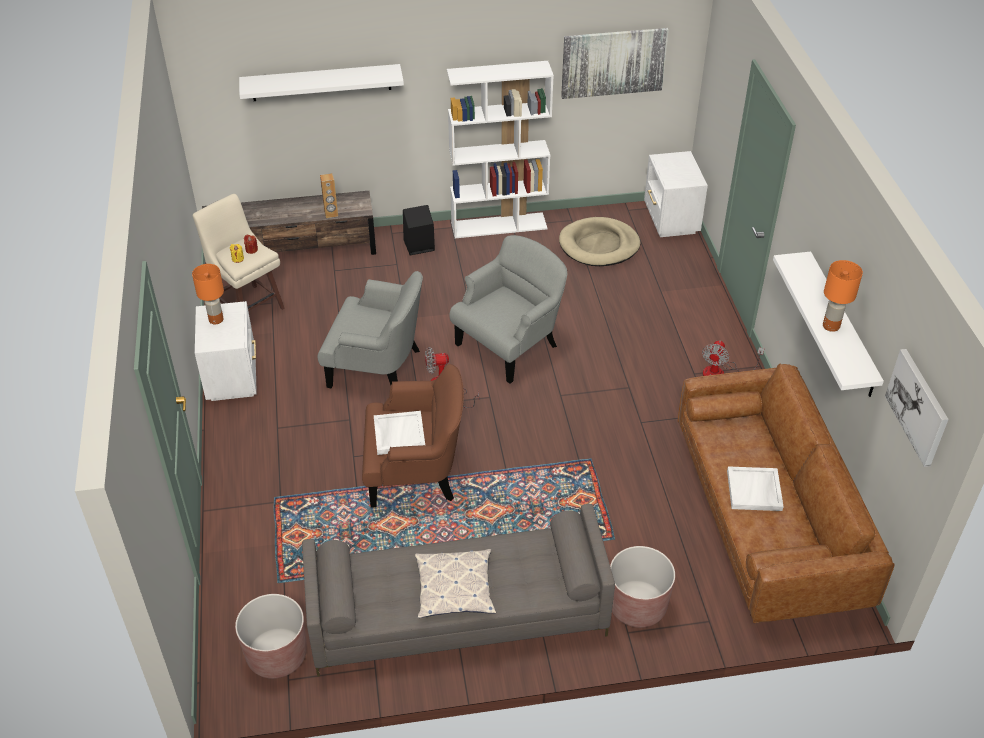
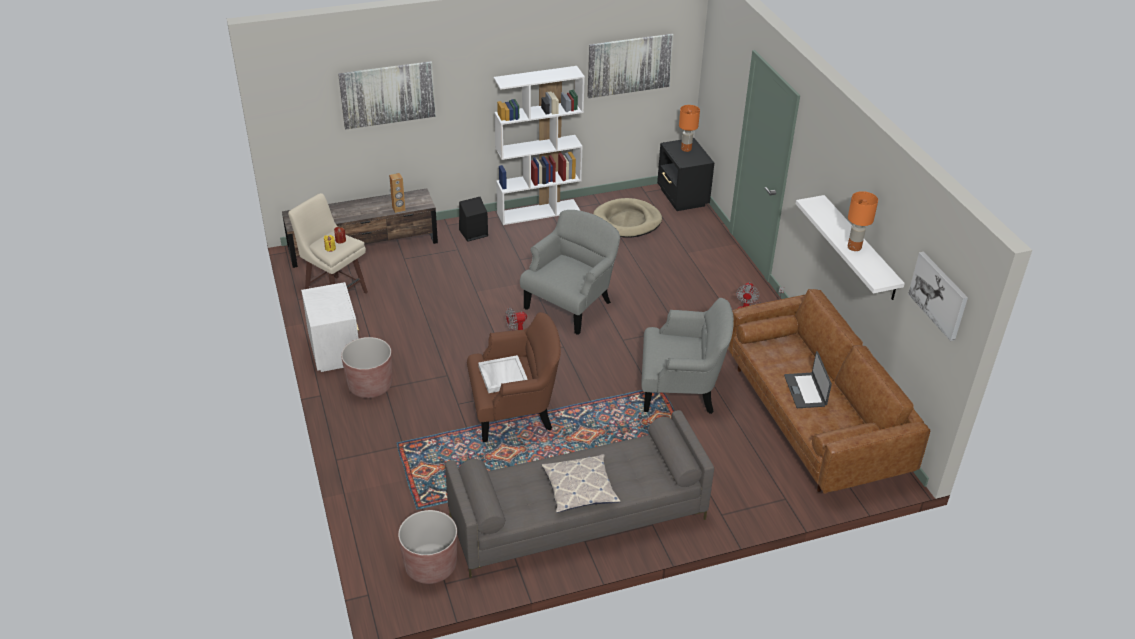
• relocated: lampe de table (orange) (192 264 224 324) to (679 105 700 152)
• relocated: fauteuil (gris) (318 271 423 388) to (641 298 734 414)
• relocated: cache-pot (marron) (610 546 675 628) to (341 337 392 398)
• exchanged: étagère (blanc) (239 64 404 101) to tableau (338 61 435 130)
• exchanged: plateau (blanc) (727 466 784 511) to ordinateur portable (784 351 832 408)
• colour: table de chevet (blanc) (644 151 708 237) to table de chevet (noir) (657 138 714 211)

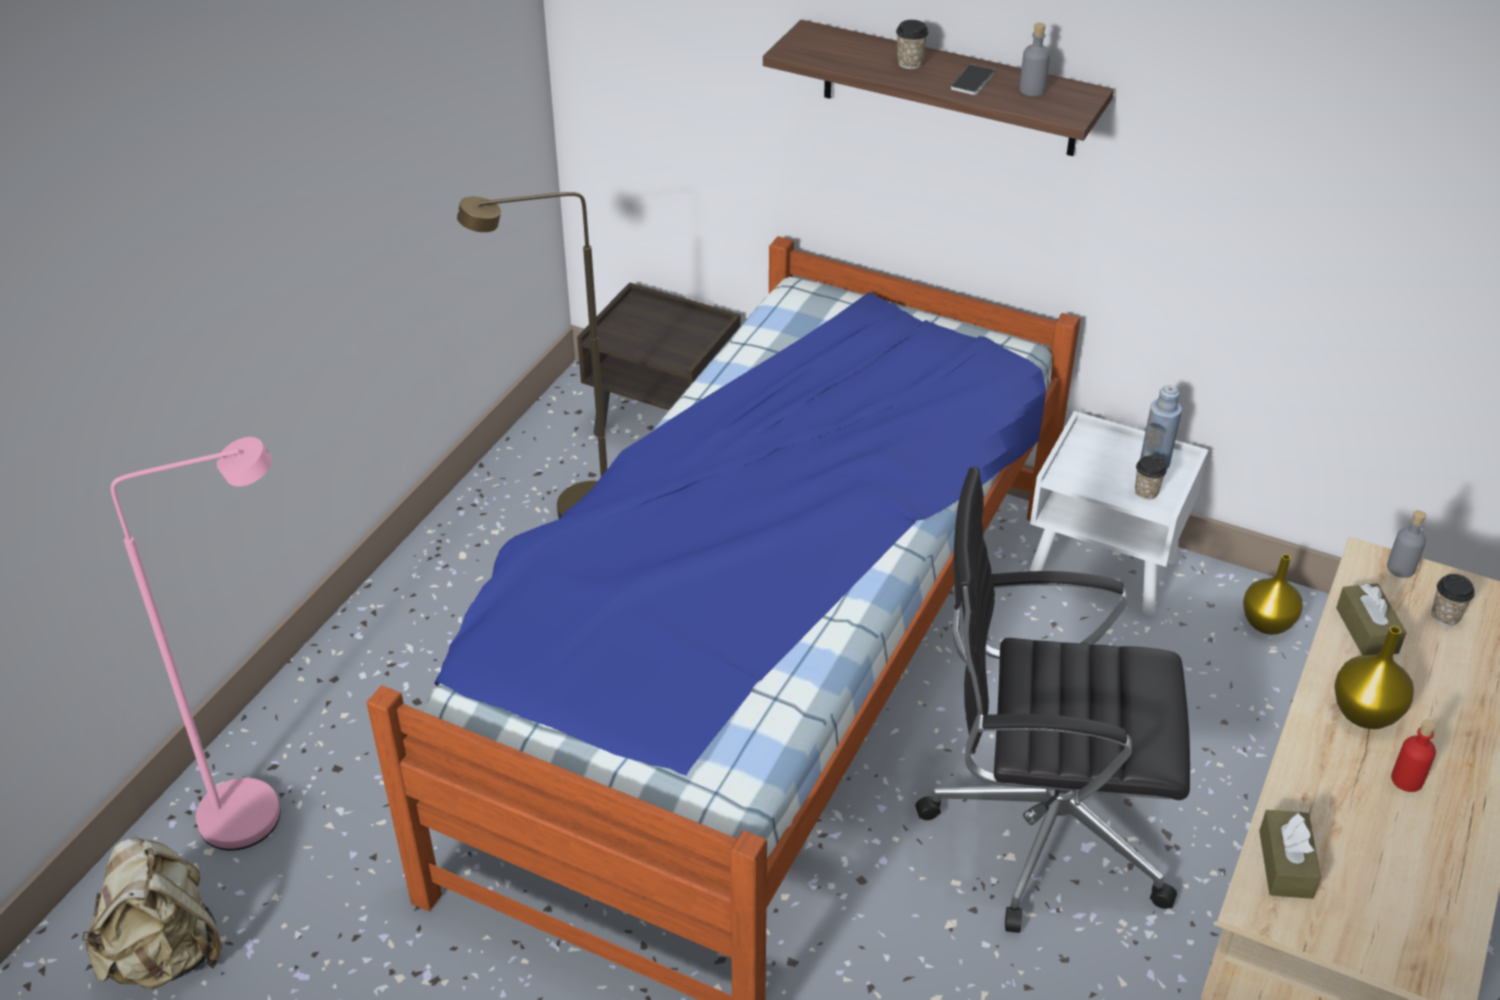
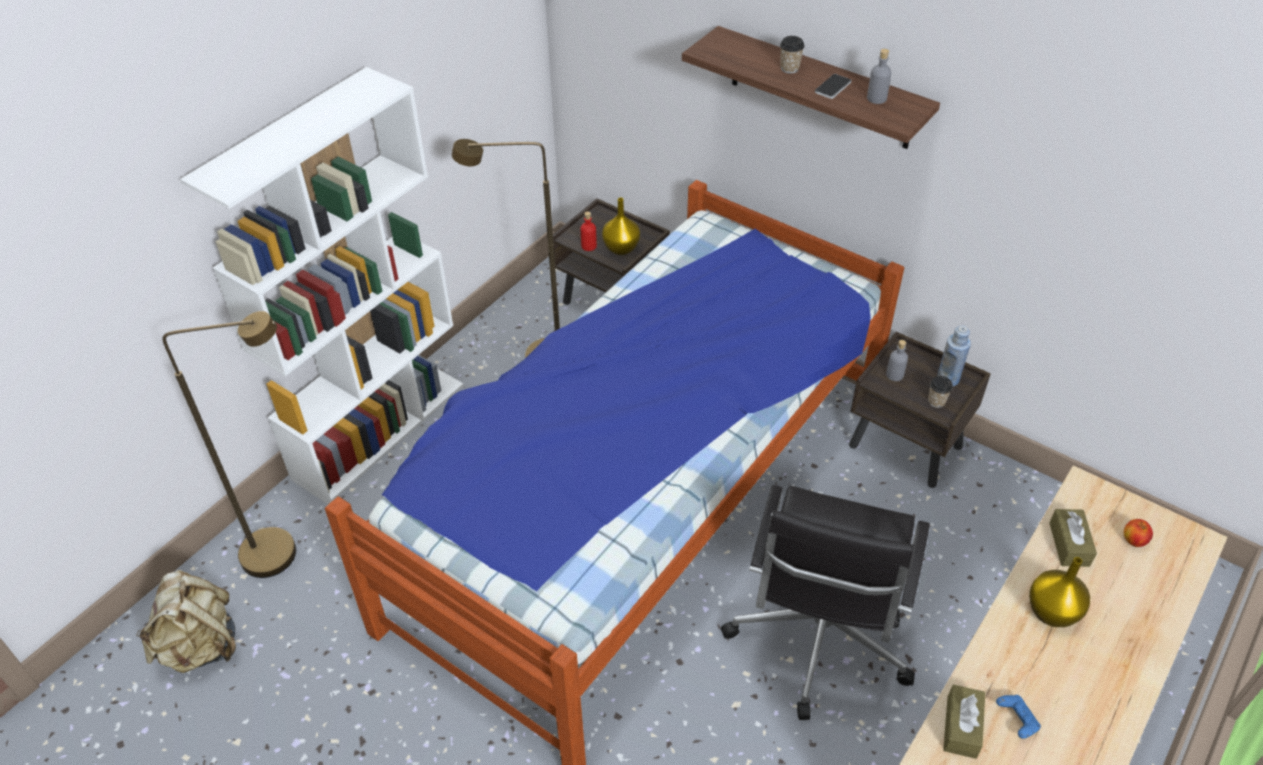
• appeared: bibliothèque (blanc) (180 67 464 504)
• appeared: manette (bleu) (996 695 1041 739)
• relocated: vase (jaune) (1243 554 1303 635) to (602 198 640 255)
• relocated: bouteille (gris) (1387 510 1426 578) to (886 340 908 381)
• relocated: bouteille (rouge) (1391 720 1436 792) to (580 212 597 251)
• exchanged: tasse (1432 574 1475 626) to pomme (1124 519 1153 547)
• colour: lampadaire (rose) (111 437 281 851) to lampadaire (marron) (162 311 296 578)
• colour: table de chevet (blanc) (1029 411 1208 616) to table de chevet (marron) (849 331 991 488)
• spun: chaise de bureau (noir) (915 467 1190 933) = (721 485 930 720) 90 degrees counterclockwise

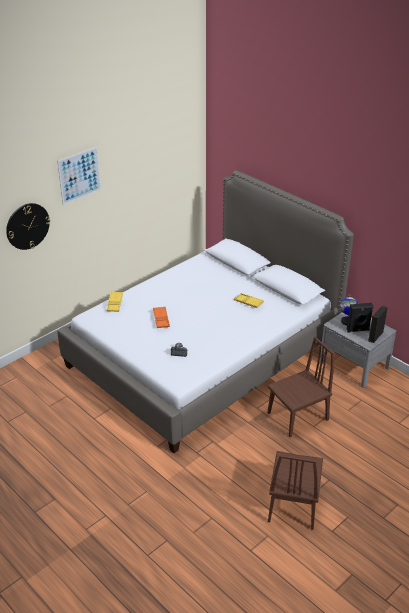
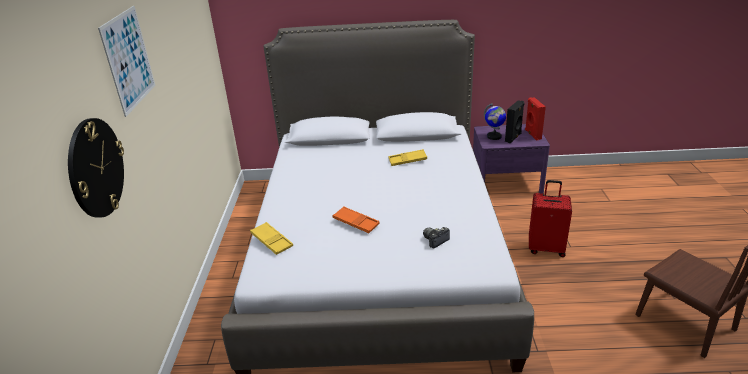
• exchanged: chaise (marron) (267 337 334 437) to valise (rouge) (529 180 572 257)
• colour: table de chevet (gris) (320 312 396 388) to table de chevet (violet) (473 124 550 194)
• colour: enceinte (noir) (368 305 388 343) to enceinte (rouge) (525 97 546 140)

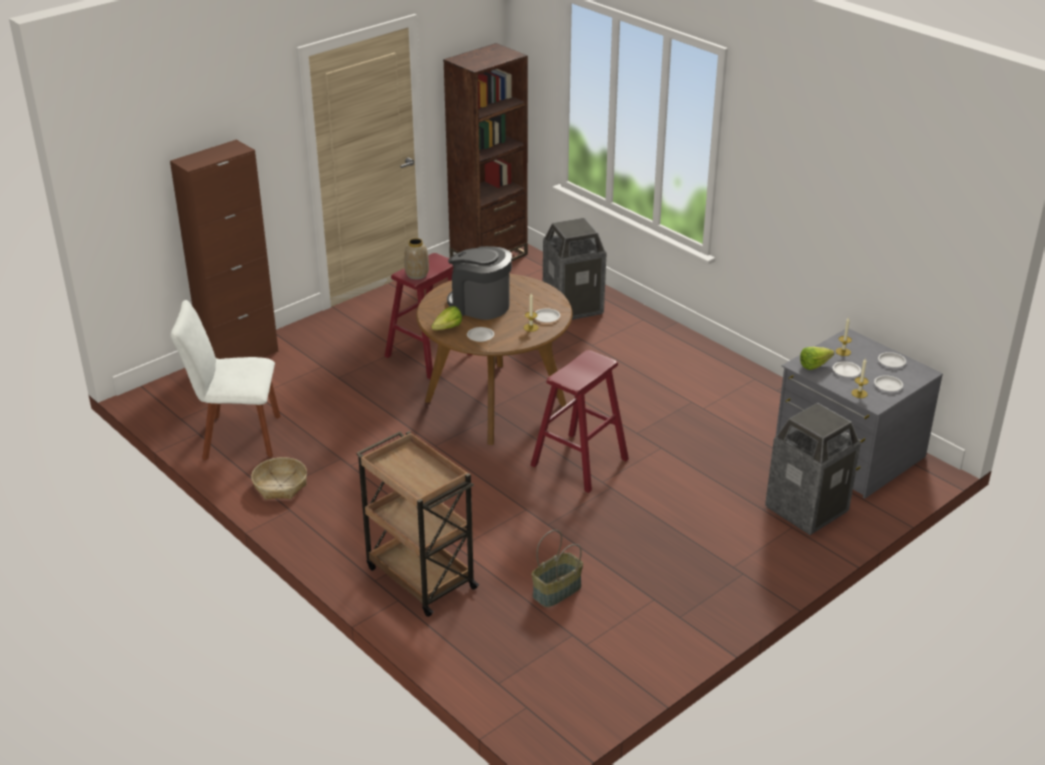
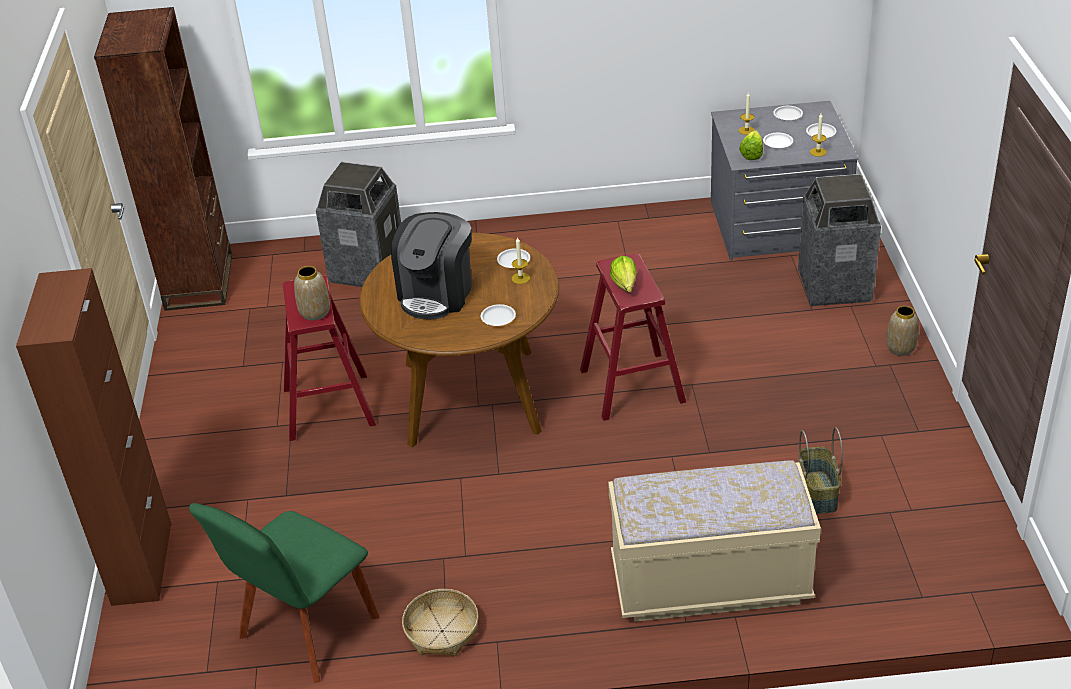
• appeared: vase (886 306 919 356)
• relocated: laitue (431 306 462 330) to (610 256 637 292)
• exchanged: chariot (marron) (356 431 479 617) to banc (beige) (608 460 821 622)
• colour: chaise (blanc) (170 300 281 460) to chaise (vert) (189 503 379 683)
• spun: machine à café (447 246 512 320) = (391 212 472 319) 45 degrees counterclockwise

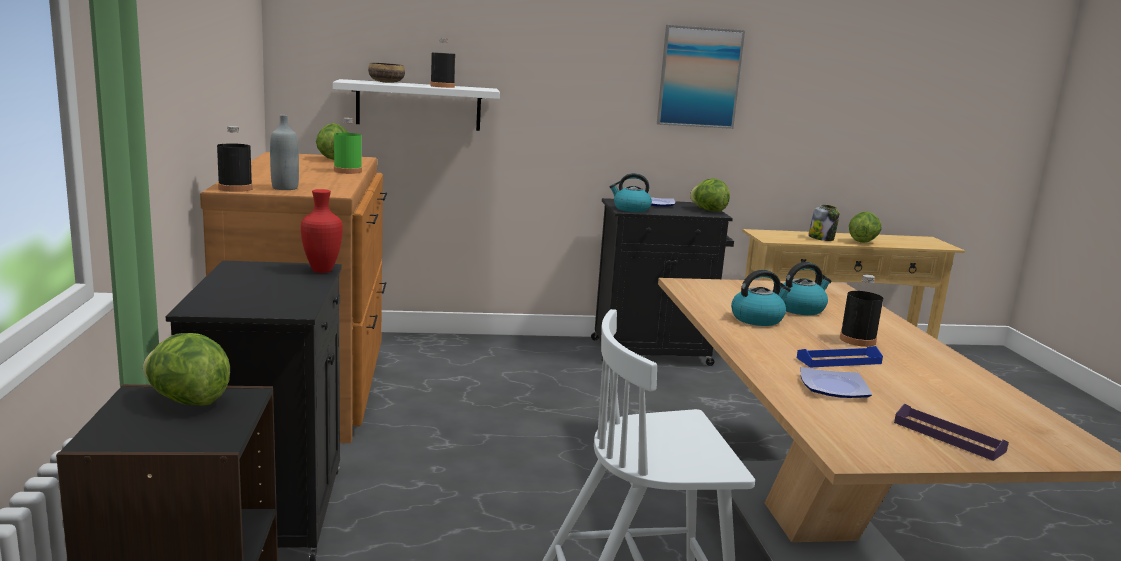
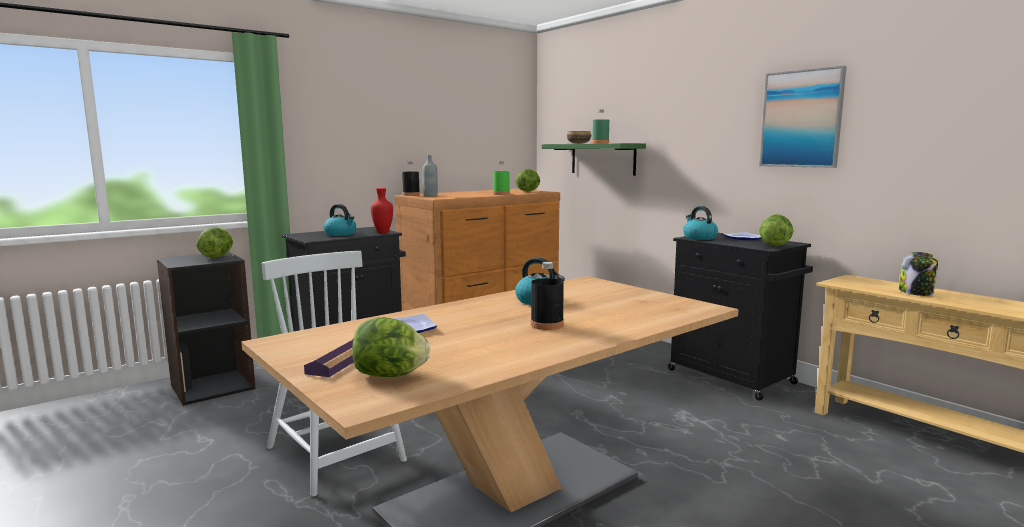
• missing: plateau (bleu) (797 346 883 368)
• relocated: bouilloire (783 262 832 315) to (323 204 356 236)
• relocated: laitue (849 211 882 243) to (352 317 430 377)
• colour: étagère (blanc) (333 79 500 131) to étagère (vert) (542 143 646 176)
• colour: bouteille (noir) (430 38 455 88) to bouteille (vert) (592 110 609 143)

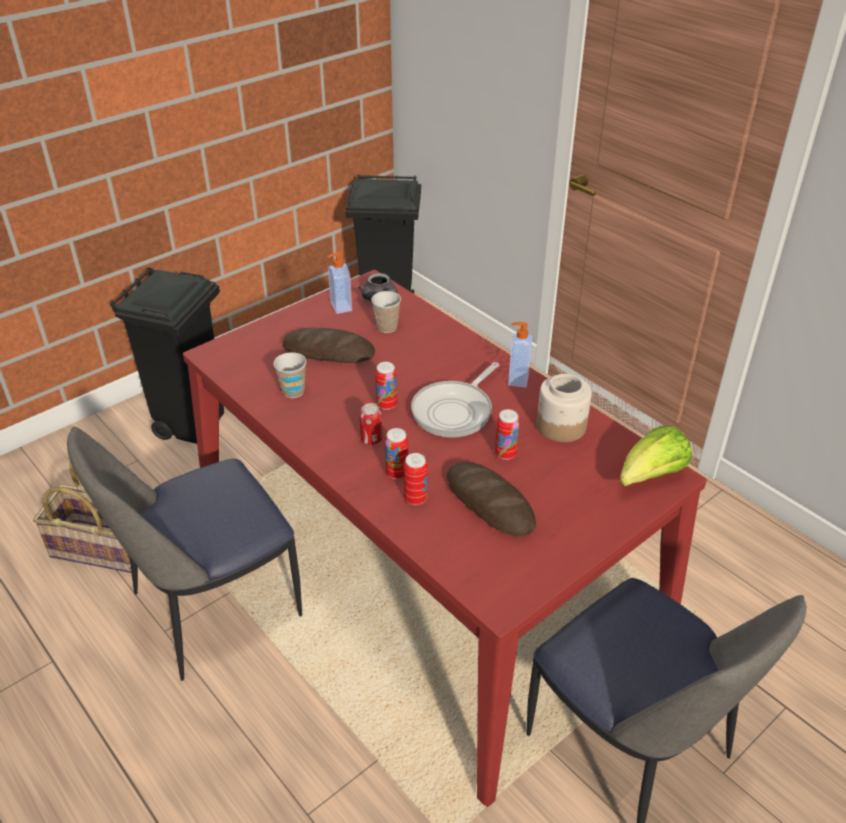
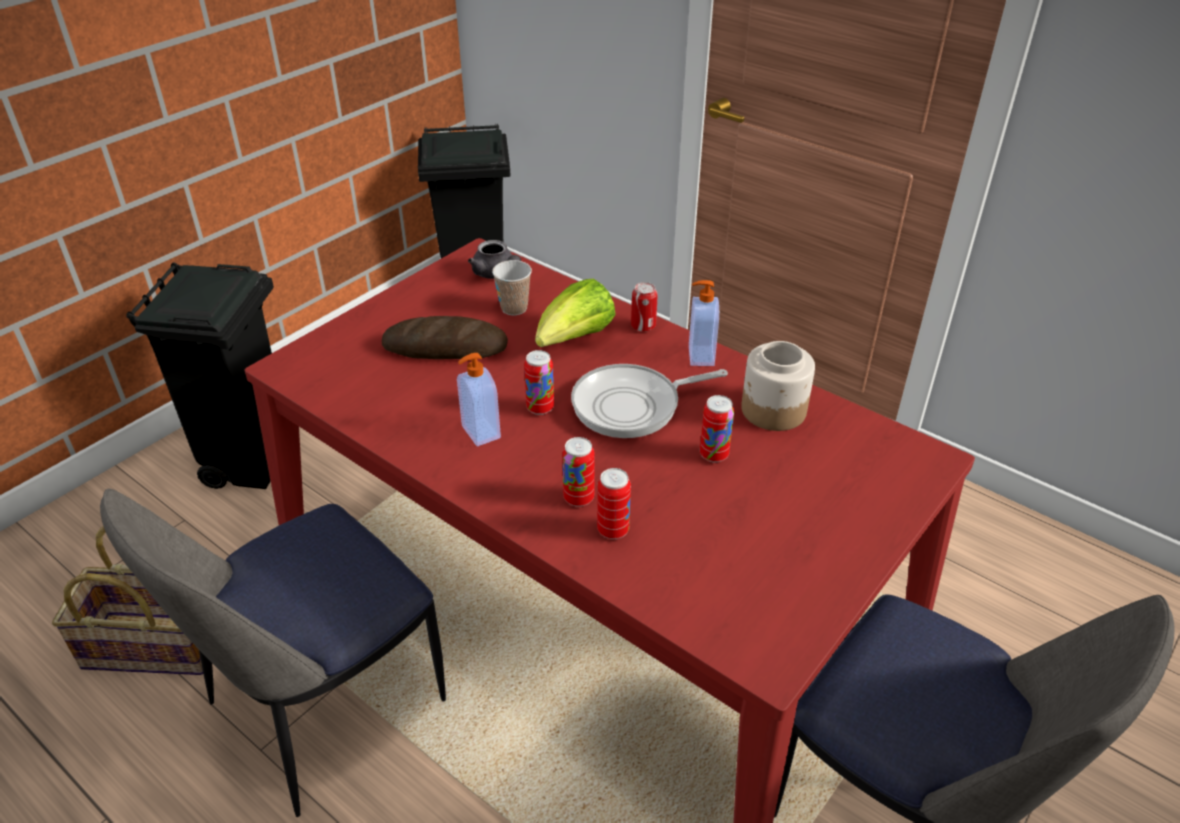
• missing: tasse (273 352 307 398)
• missing: pain (447 462 536 537)
• relocated: distributeur de savon (327 252 352 314) to (457 353 501 446)
• relocated: boîte métallique (359 403 383 445) to (631 282 658 332)
• relocated: laitue (620 426 692 486) to (535 279 616 347)
• spun: poêle (411 362 499 438) = (571 364 728 438) 45 degrees clockwise

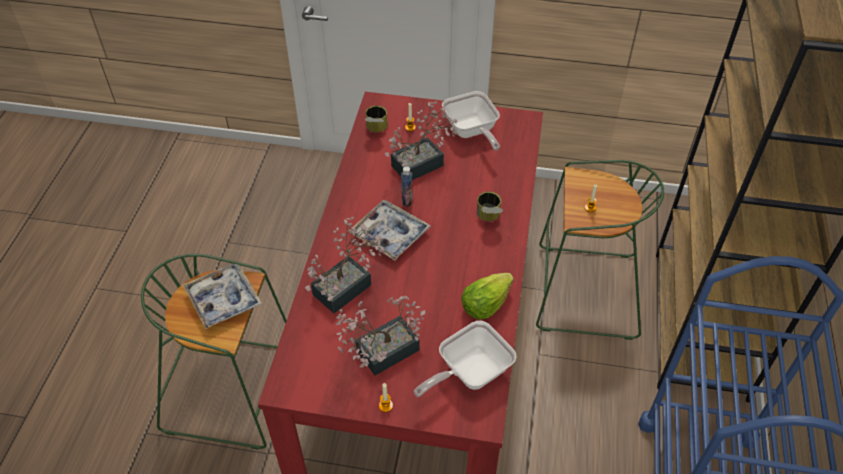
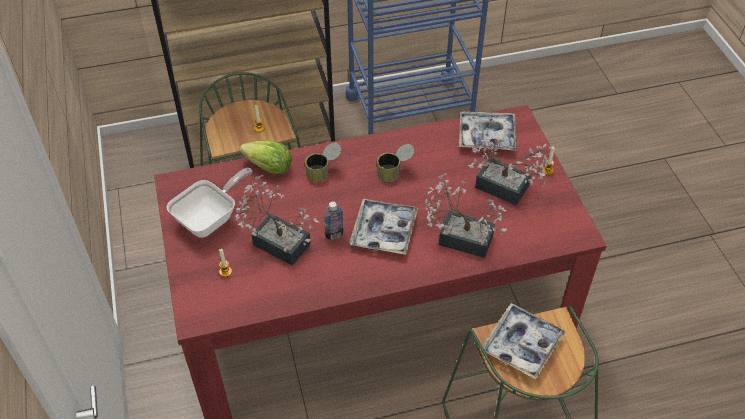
• relocated: boîte métallique (365 105 388 132) to (377 144 415 182)
• relocated: laitue (461 273 514 320) to (240 141 292 175)
• exchanged: poêle (414 321 516 397) to plateau (459 111 516 151)

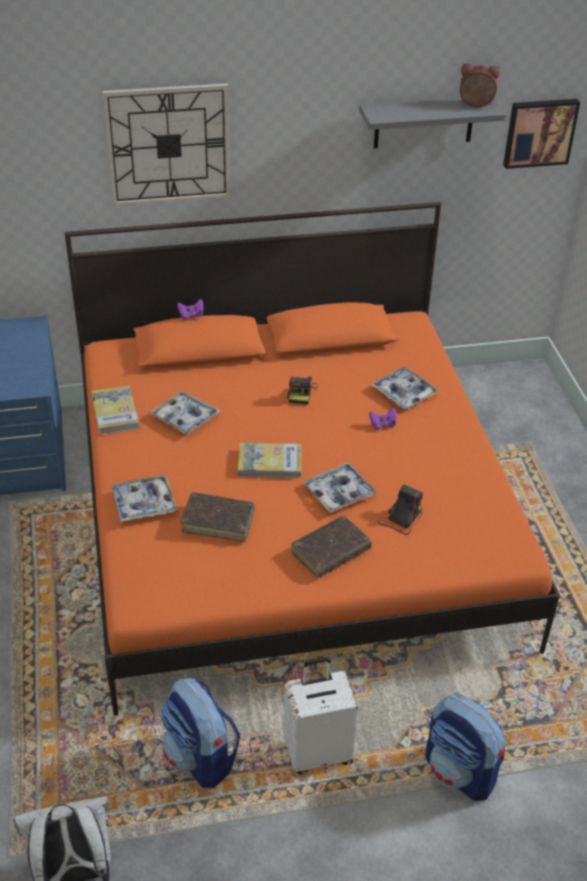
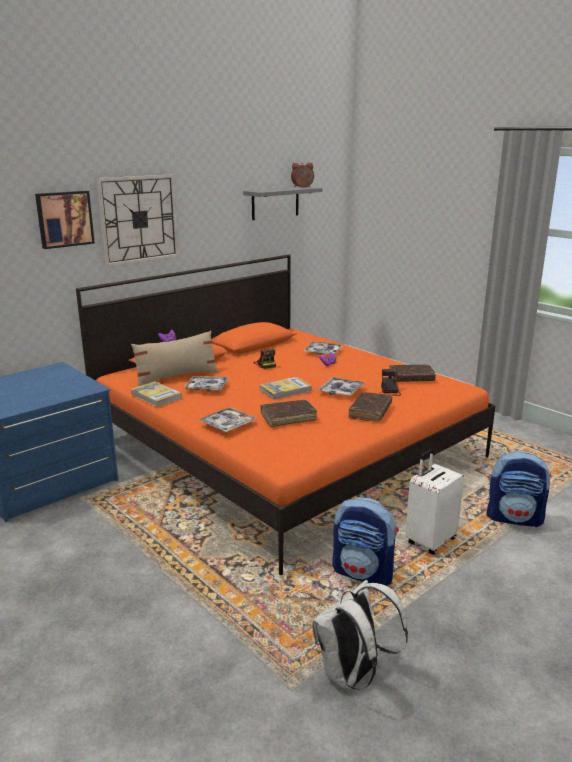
• appeared: coussin (beige) (131 331 219 386)
• appeared: livre (marron) (389 365 436 382)
• relocated: tableau (503 99 580 169) to (35 191 95 249)

